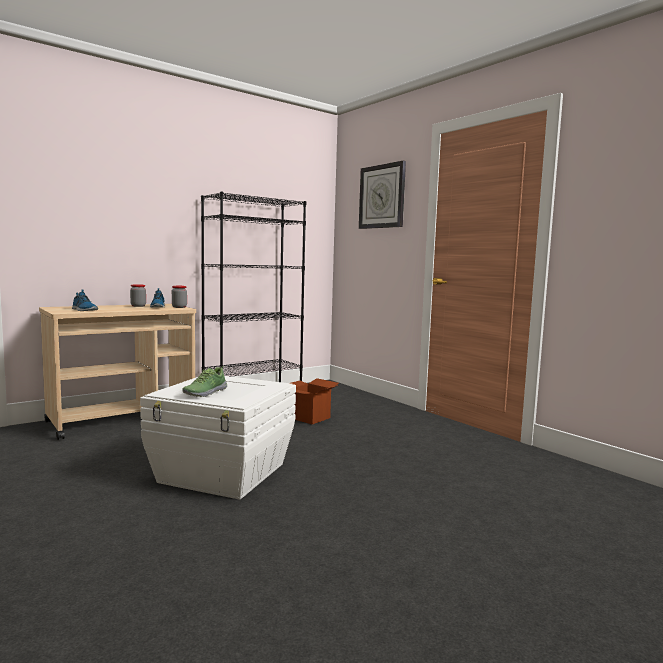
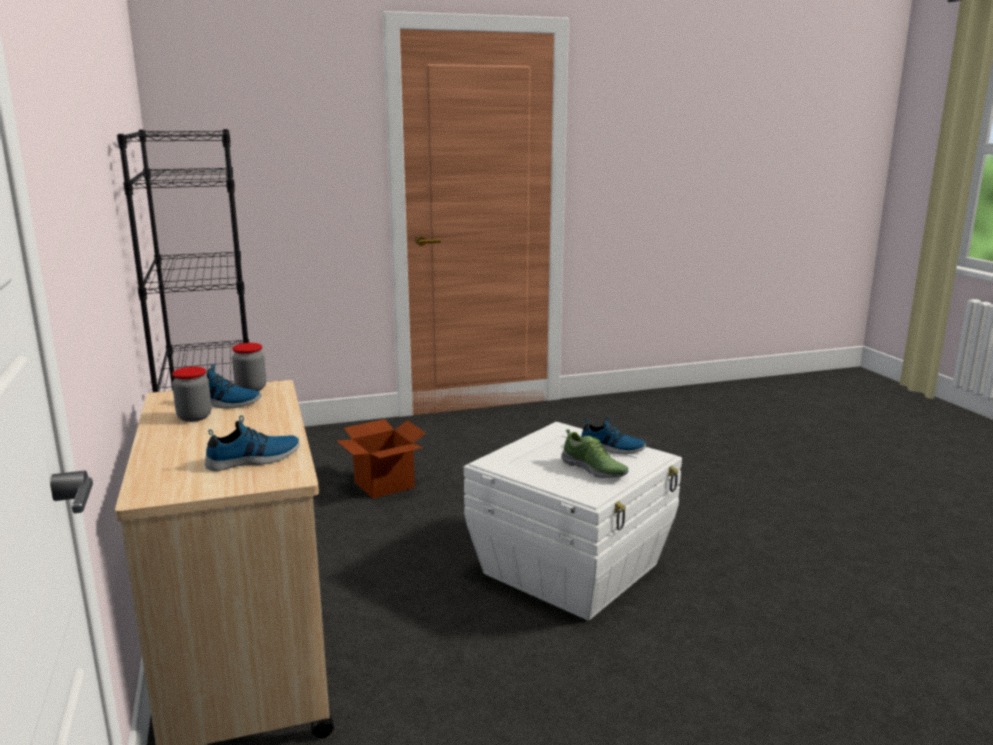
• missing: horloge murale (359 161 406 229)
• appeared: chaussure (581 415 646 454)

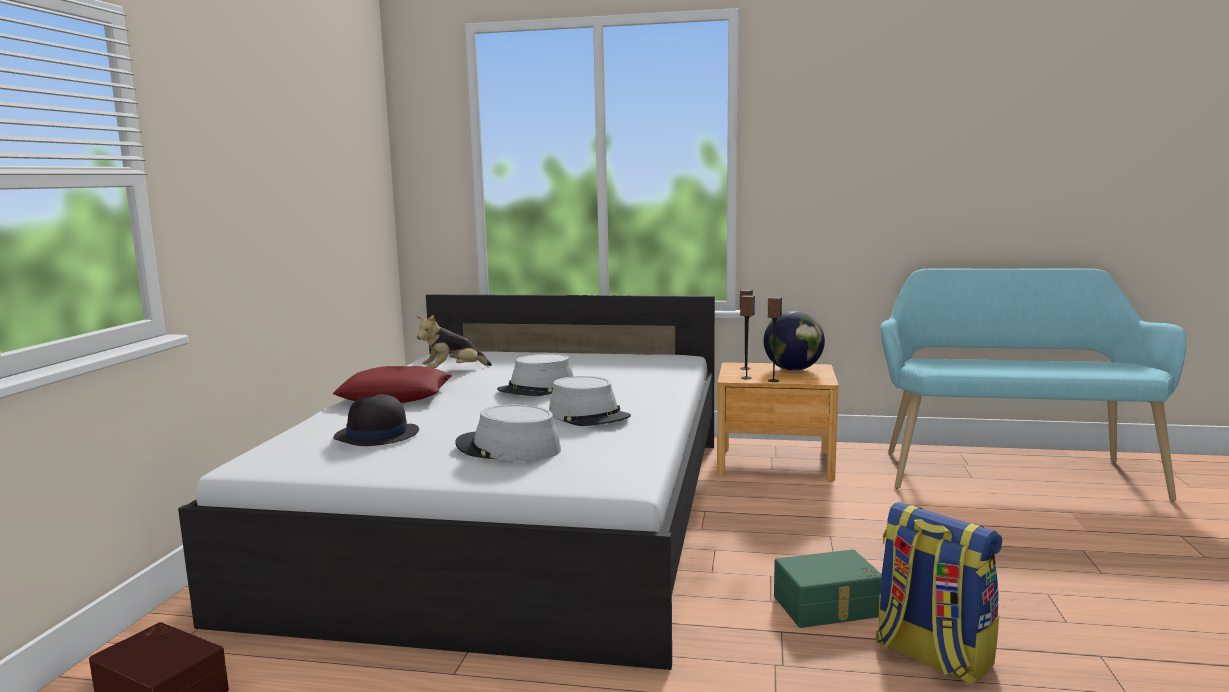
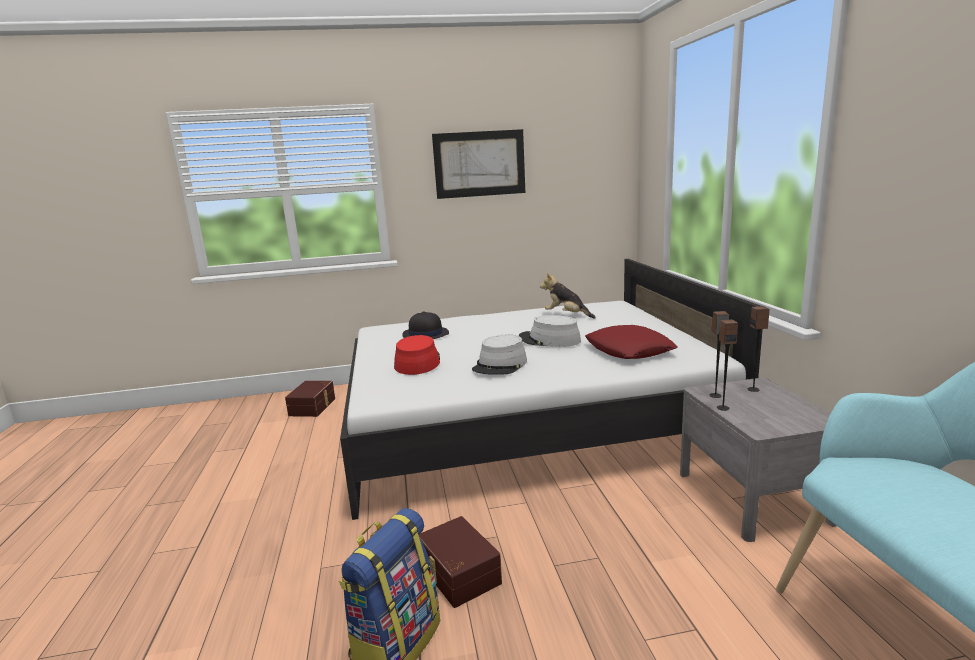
• missing: globe (764 311 825 371)
• appeared: tableau (432 129 525 199)
• relocated: coussin (rouge) (333 366 452 403) to (585 325 678 359)
• colour: chapeau (gris) (455 405 561 461) to chapeau (rouge) (394 335 440 375)
• colour: table de chevet (marron) (717 362 839 481) to table de chevet (gris) (680 378 836 542)
• colour: boîte de rangement (vert) (774 549 882 628) to boîte de rangement (marron) (419 516 502 608)

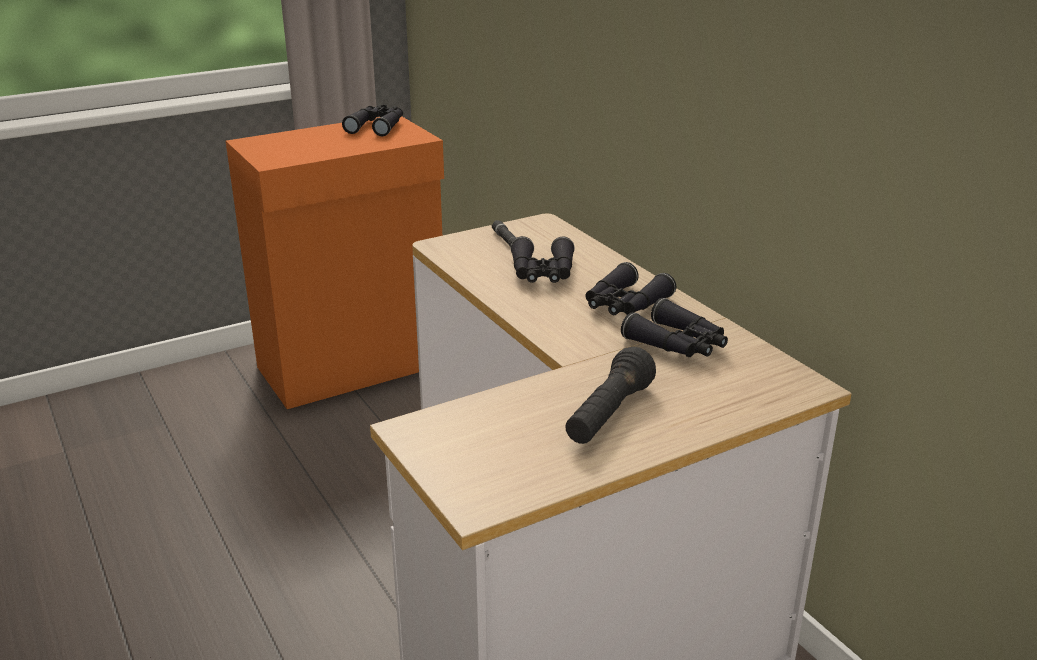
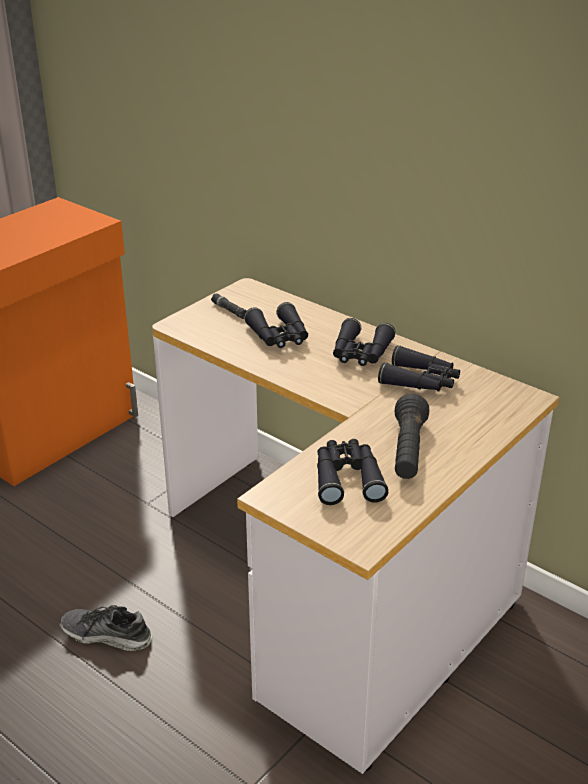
• appeared: chaussure (61 605 152 651)
• relocated: jumelles (noir) (342 104 403 136) to (317 439 388 505)

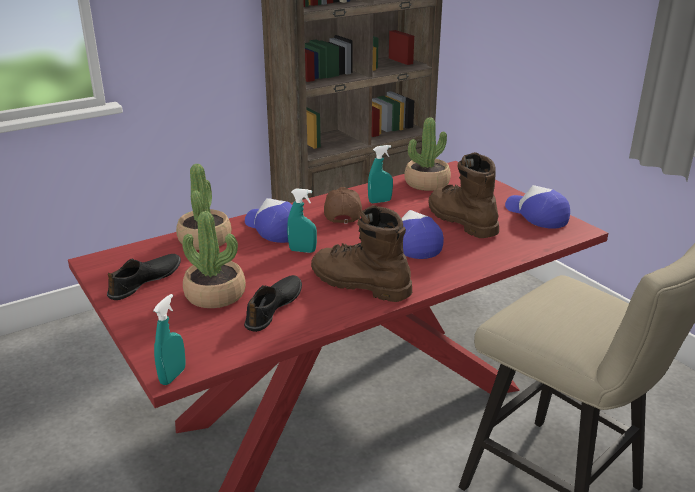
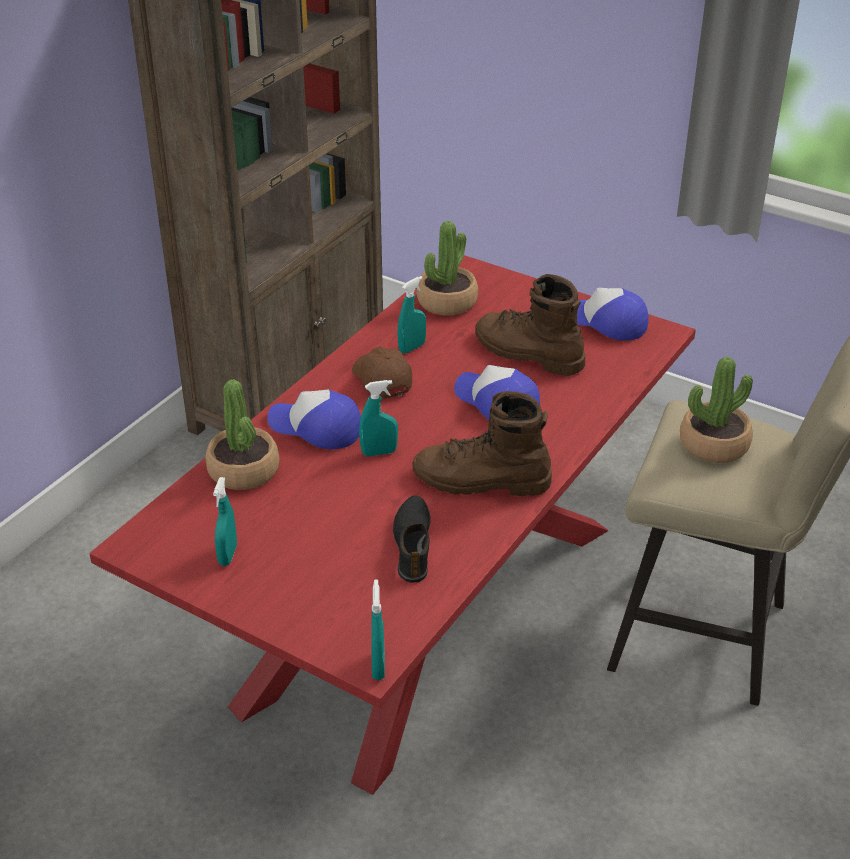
• relocated: plante en pot (182 211 246 308) to (680 357 753 463)
• exchanged: chaussure (noir) (107 254 181 300) to vaporisateur (turquoise) (213 477 237 566)

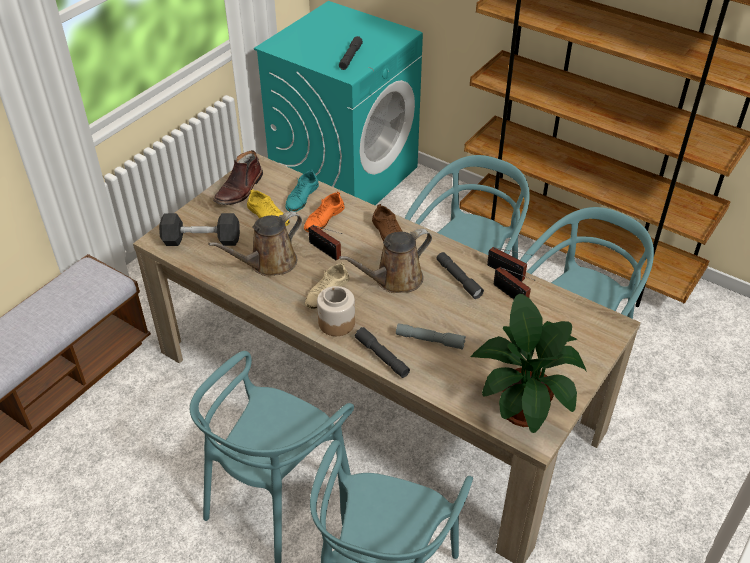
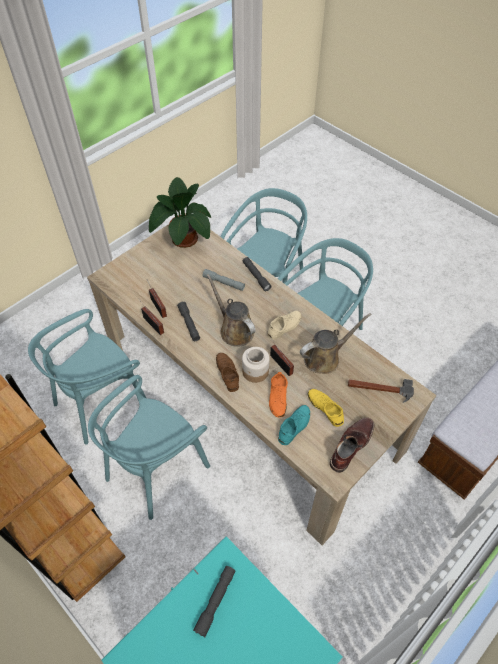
• relocated: bocal (317 286 355 336) to (242 347 270 383)
• exchanged: haltère (noir) (159 213 240 246) to marteau (348 379 414 403)
• spun: chaussure (orange) (304 191 345 232) = (269 372 288 418) 135 degrees clockwise
• spun: arrosoir (marron) (339 229 432 293) = (207 274 256 347) 105 degrees counterclockwise

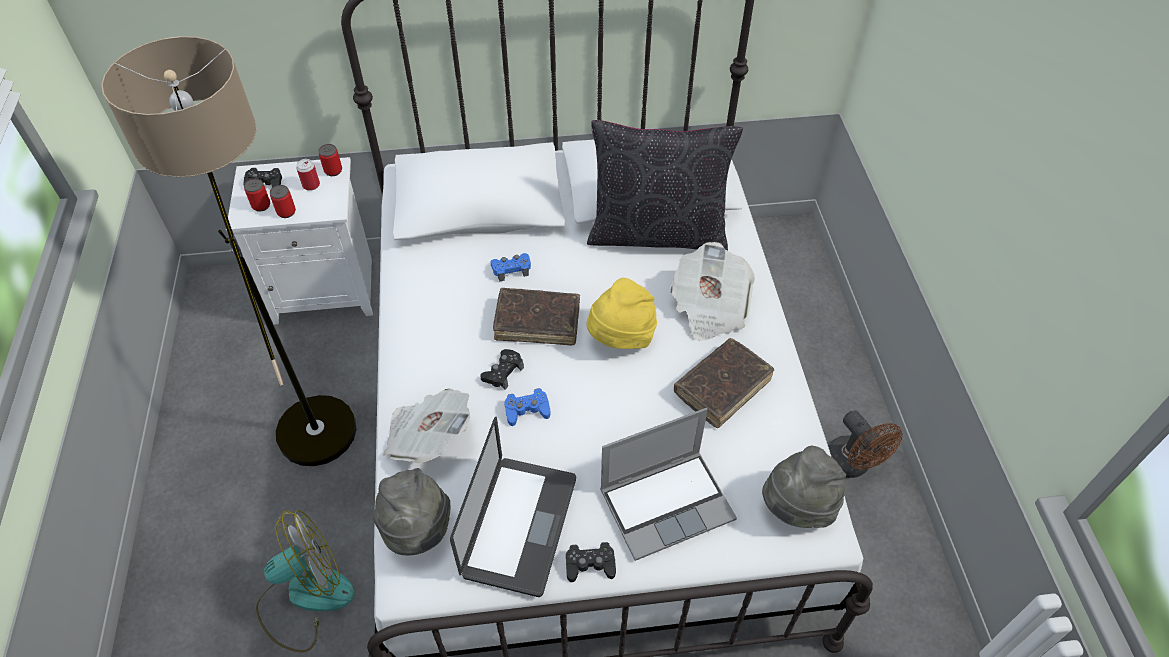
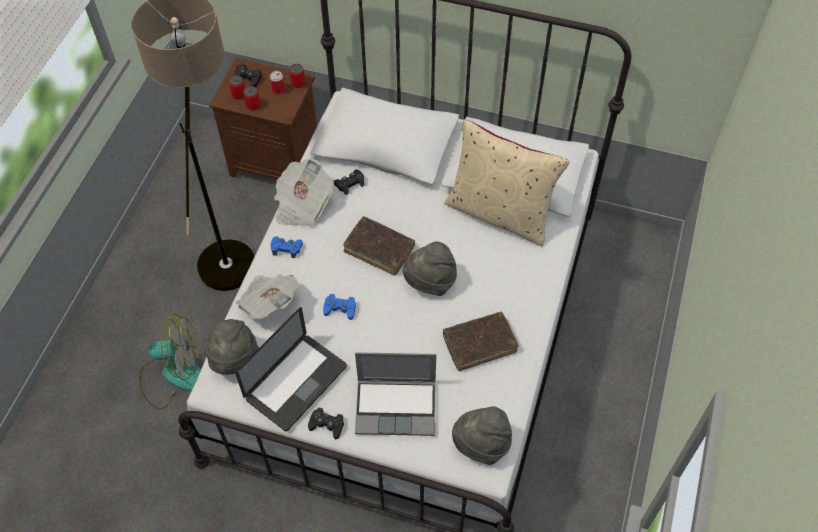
• missing: ventilateur (marron) (828 411 903 478)
• relocated: manette (noir) (480 349 524 390) to (334 170 364 195)
• relocated: manette (bleu) (490 253 531 281) to (270 236 303 258)
• relocated: journal (670 242 755 341) to (274 159 333 227)
• colour: table de chevet (blanc) (226 157 373 325) to table de chevet (marron) (209 58 317 180)
• colour: coussin (noir) (587 120 743 250) to coussin (beige) (444 119 570 247)
• colour: chapeau (jaune) (587 278 657 349) to chapeau (gris) (403 241 457 296)

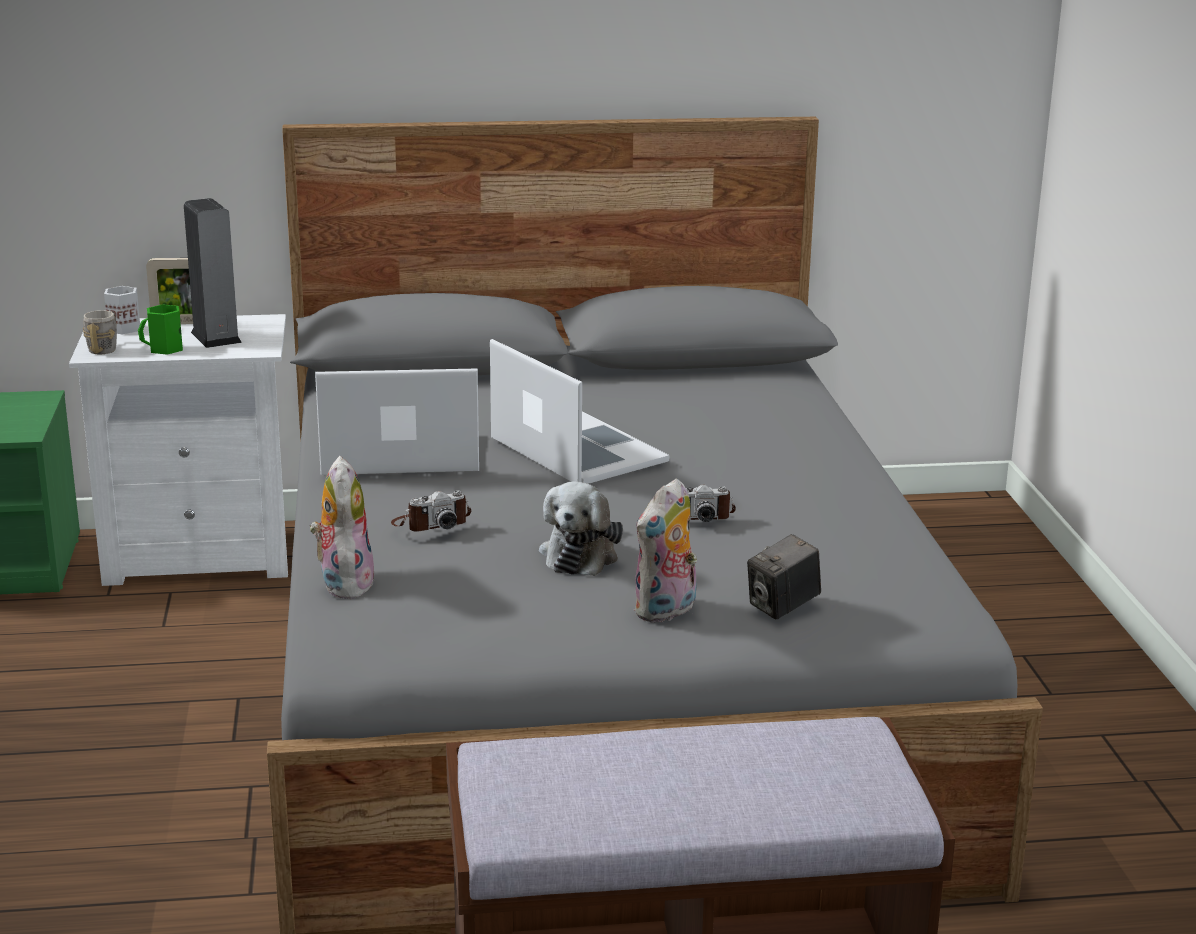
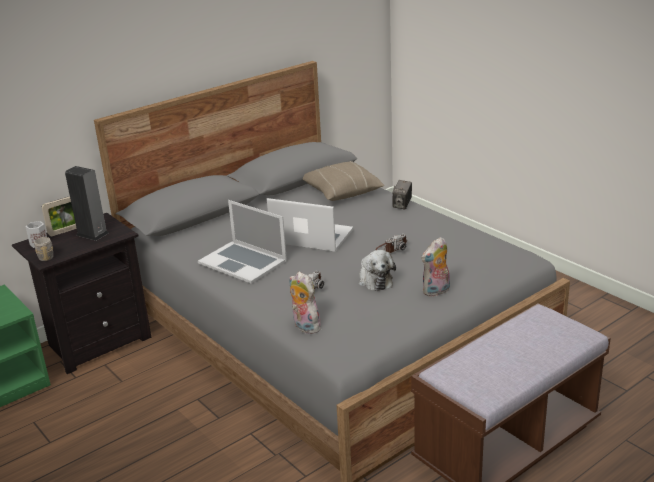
• missing: mug (vert) (138 304 183 355)
• appeared: coussin (beige) (303 161 384 201)
• relocated: appareil photo (747 534 821 619) to (392 180 412 209)
• colour: table de chevet (blanc) (69 314 288 586) to table de chevet (noir) (12 213 152 374)
• spun: ordinateur portable (315 368 479 475) = (198 200 287 284) 105 degrees counterclockwise
• spun: peluche (634 478 704 623) = (421 237 450 297) 45 degrees clockwise

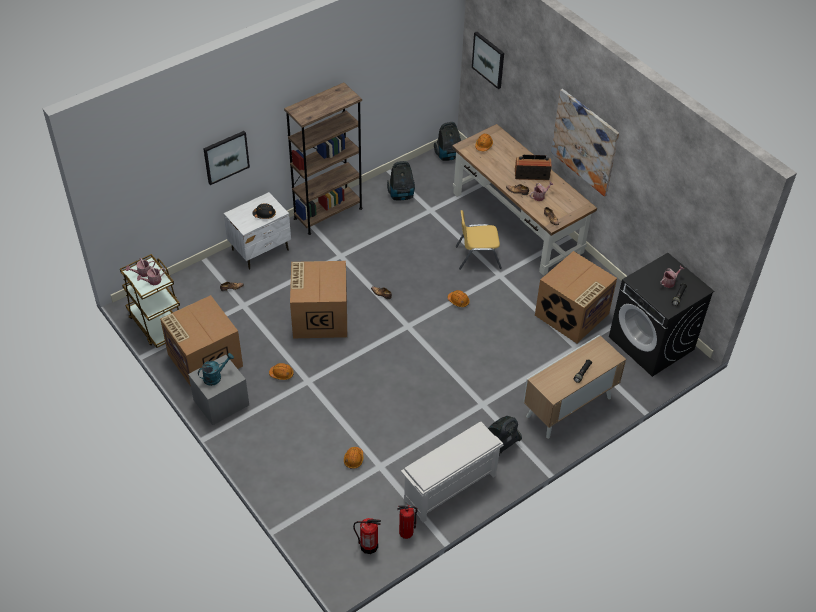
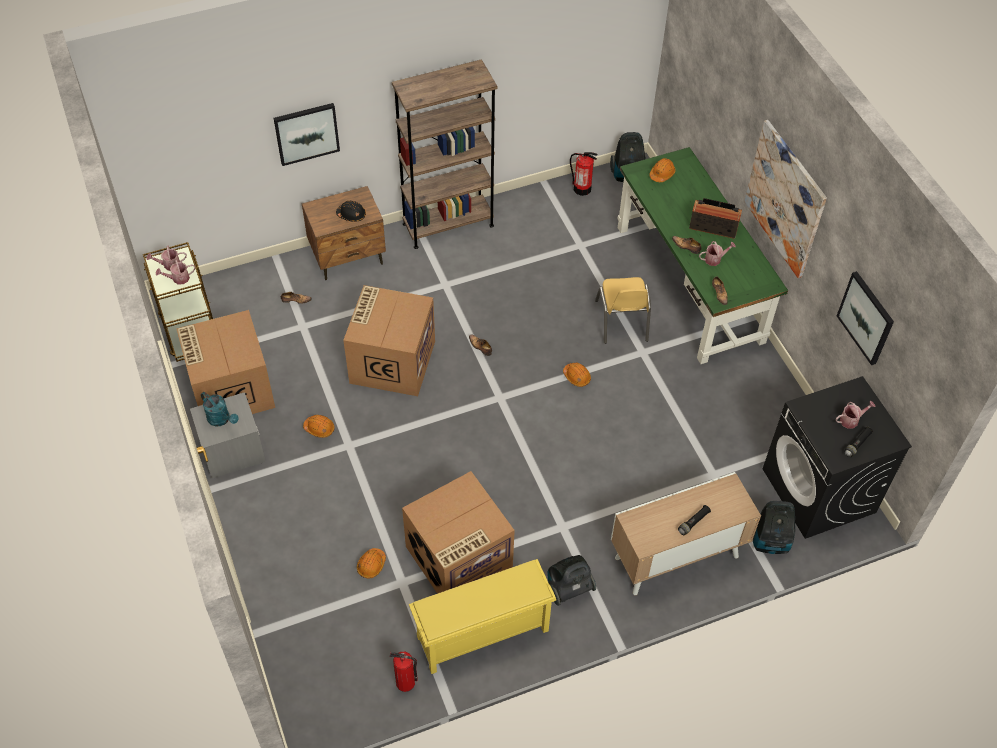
• relocated: extincteur (353 518 381 554) to (570 152 598 196)
• relocated: aspirateur (387 161 415 200) to (753 501 796 554)
• relocated: tableau (472 31 504 89) to (837 271 894 365)
• relocated: carton (535 251 617 343) to (402 471 515 594)
• colour: table de chevet (blanc) (224 192 291 270) to table de chevet (marron) (302 186 386 280)
• colour: étagère à chaussures (blanc) (401 422 503 522) to étagère à chaussures (jaune) (409 559 556 674)
• colour: bureau (marron) (452 124 597 276) to bureau (vert) (617 147 788 364)
• spun: arrosoir (turquoise) (198 353 234 386) = (201 392 239 426) 60 degrees clockwise
• spun: chaise (jaune) (456 210 502 270) = (595 277 651 344) 105 degrees counterclockwise

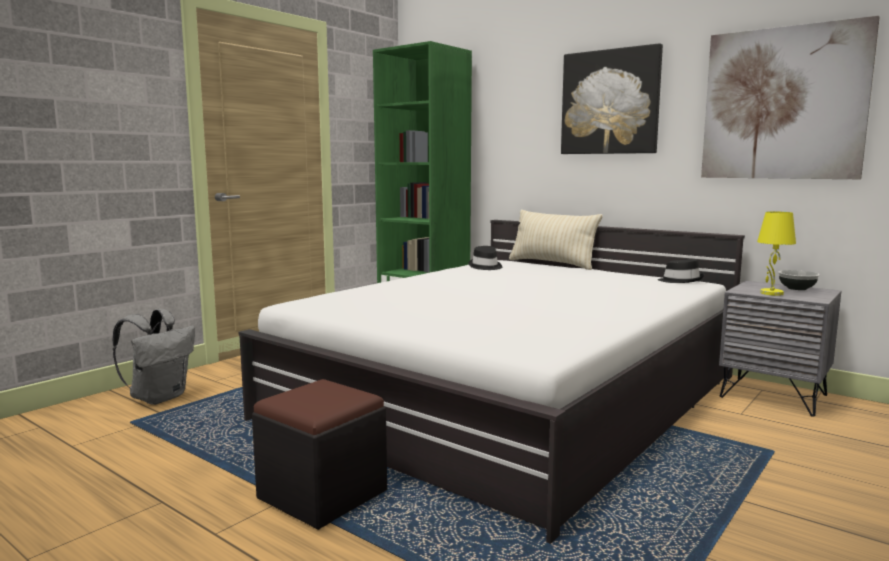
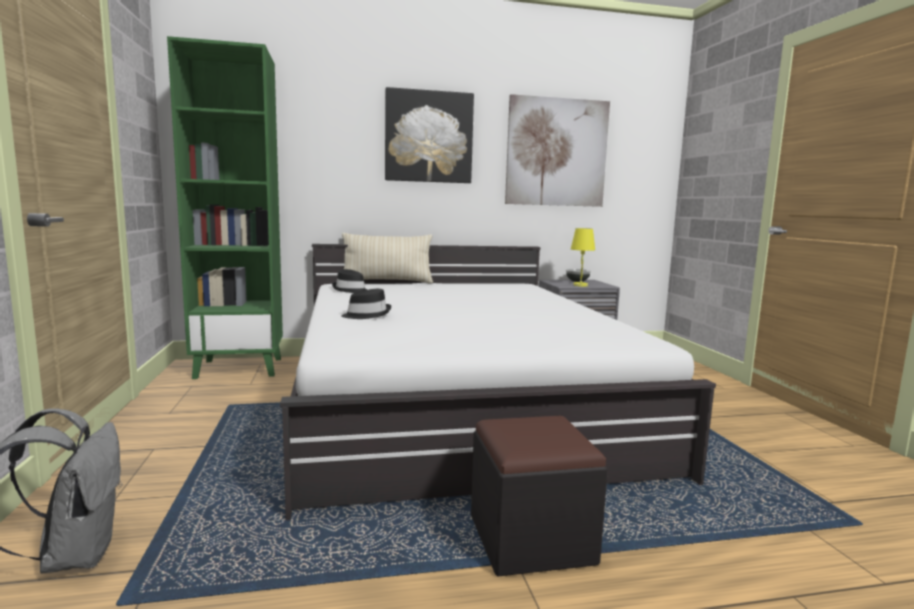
• relocated: chapeau (noir) (658 259 704 283) to (341 289 391 319)

